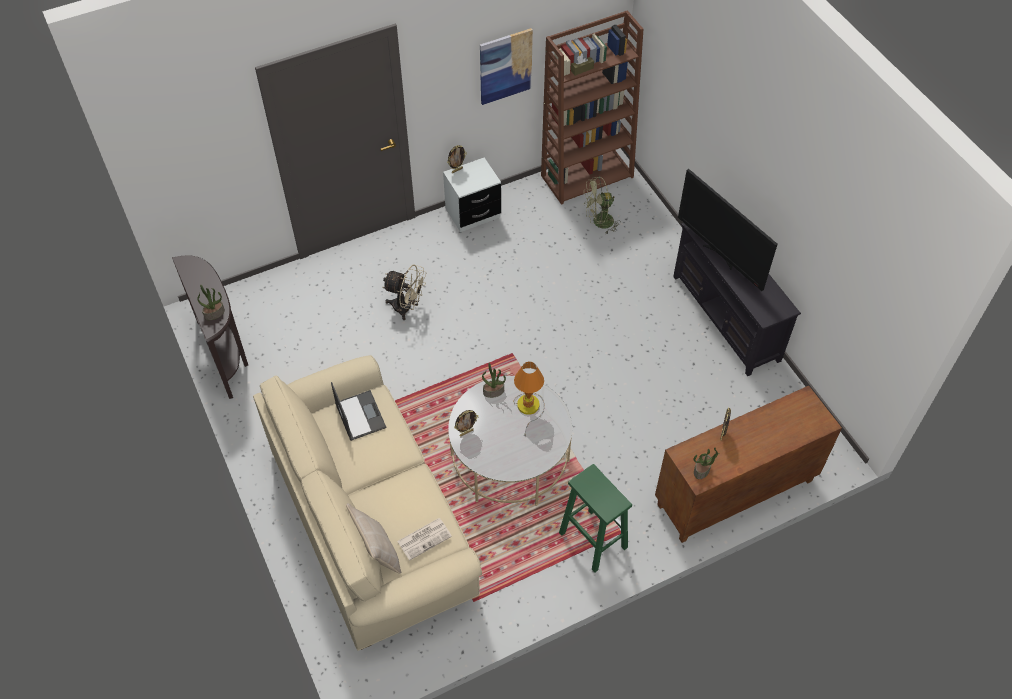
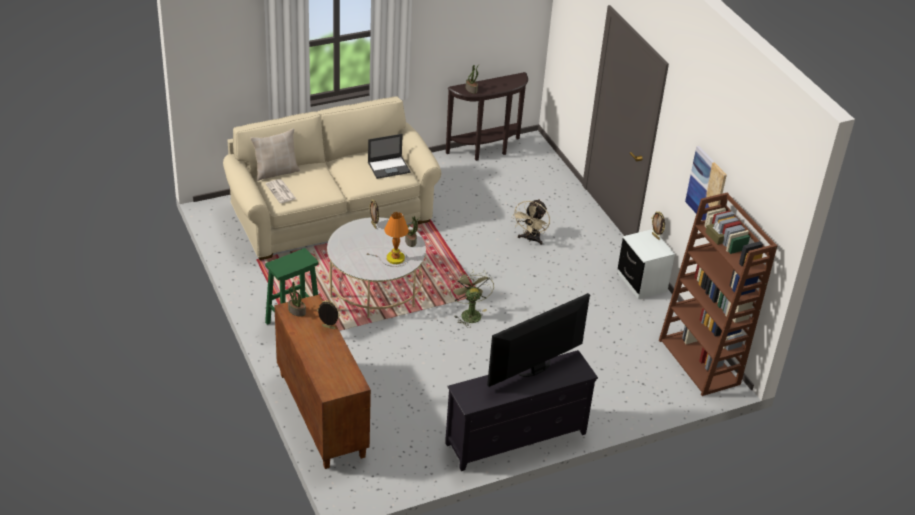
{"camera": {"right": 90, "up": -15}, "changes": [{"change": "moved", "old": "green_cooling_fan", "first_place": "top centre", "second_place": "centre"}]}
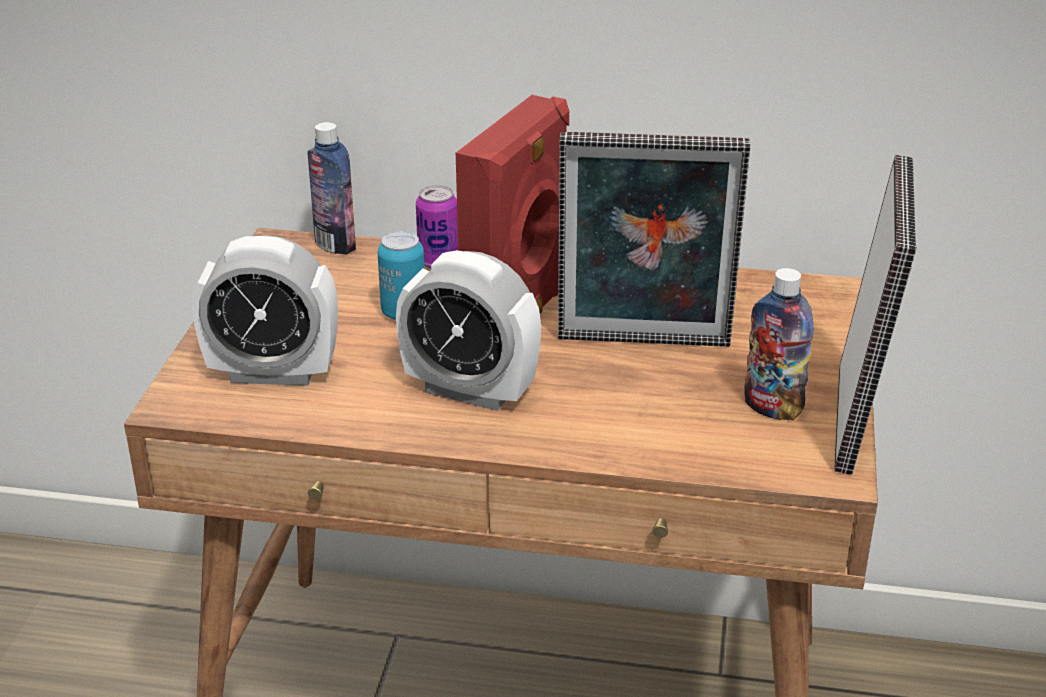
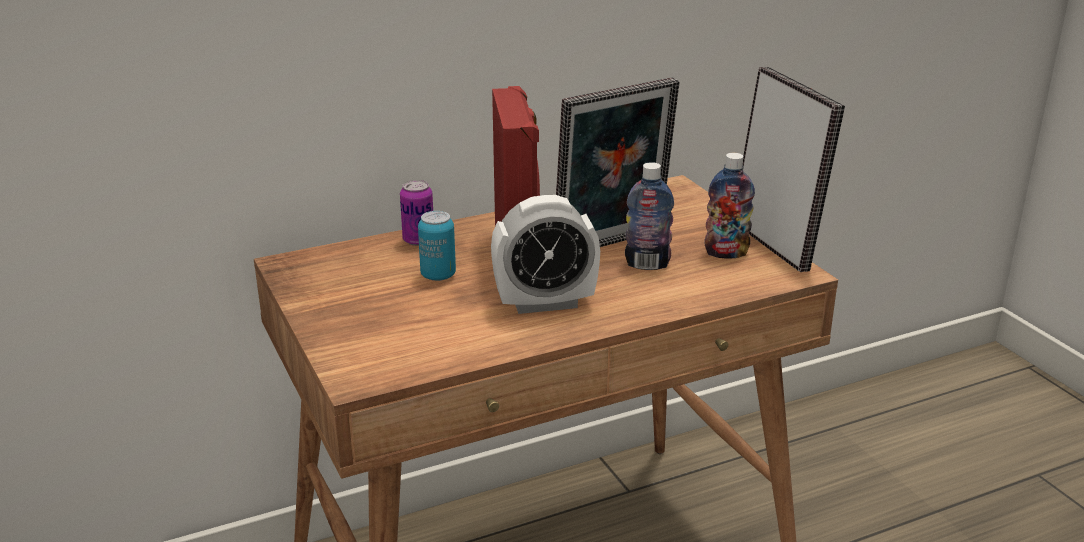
{"camera": {"right": -35, "up": -5}, "changes": [{"change": "removed", "old": "alarm_clock (1st from left)", "first_place": "middle left"}, {"change": "moved", "old": "beverage_bottle (1st from left)", "first_place": "top left", "second_place": "centre"}]}
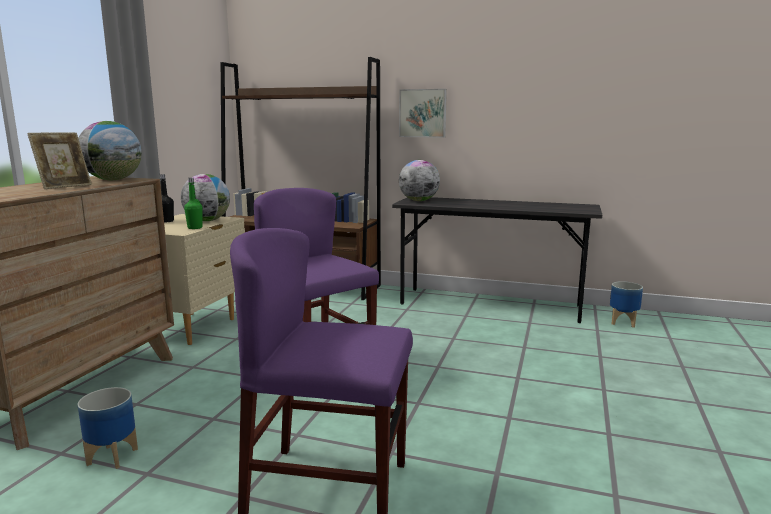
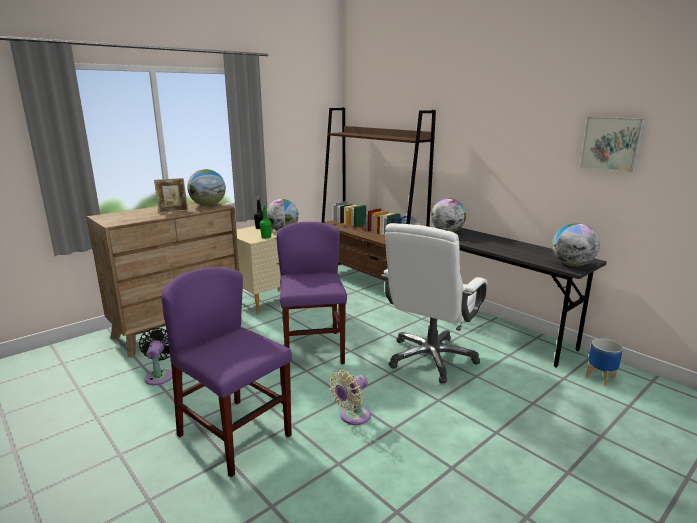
{"camera": {"right": 30, "up": 5}, "changes": [{"change": "added", "new": "beige-coloured_cooling_fan", "second_place": "bottom centre"}, {"change": "added", "new": "white-coloured_desk_chair", "second_place": "centre"}, {"change": "added", "new": "desk_globe (4th from left)", "second_place": "middle right"}, {"change": "moved", "old": "wall_art", "first_place": "top centre", "second_place": "top right"}, {"change": "replaced", "old": "planter (1st from left)", "new": "blackish_cooling_fan", "first_place": "bottom left", "second_place": "bottom left"}]}
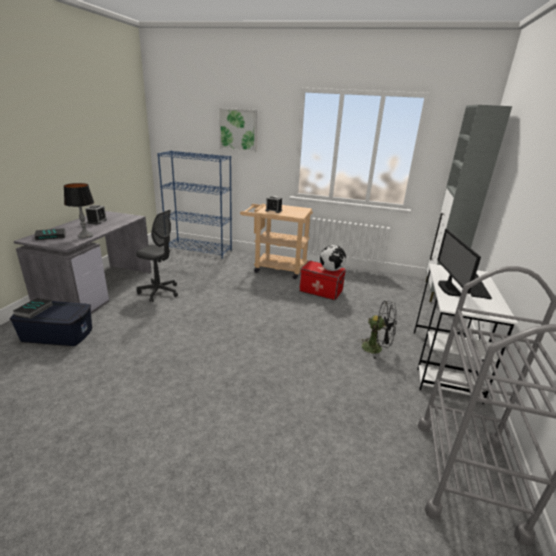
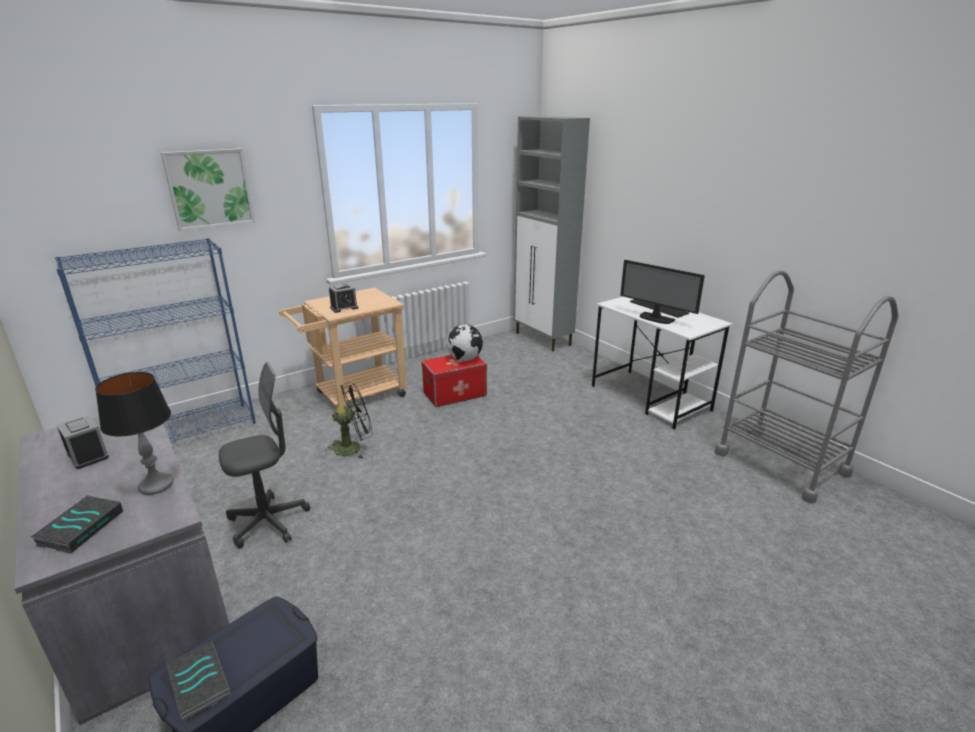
{"camera": {"right": -50, "up": 0}, "changes": [{"change": "moved", "old": "blackish_cooling_fan", "first_place": "middle right", "second_place": "centre"}]}
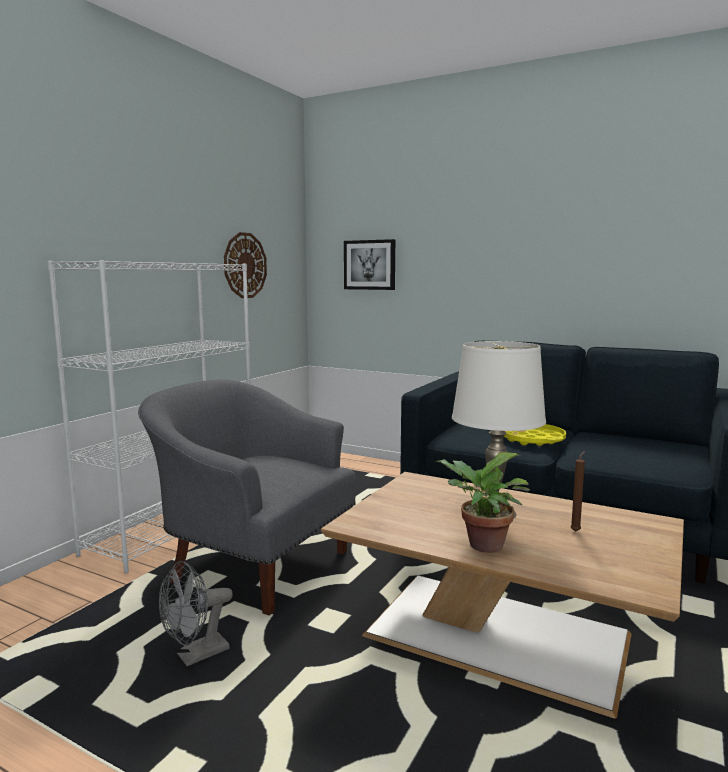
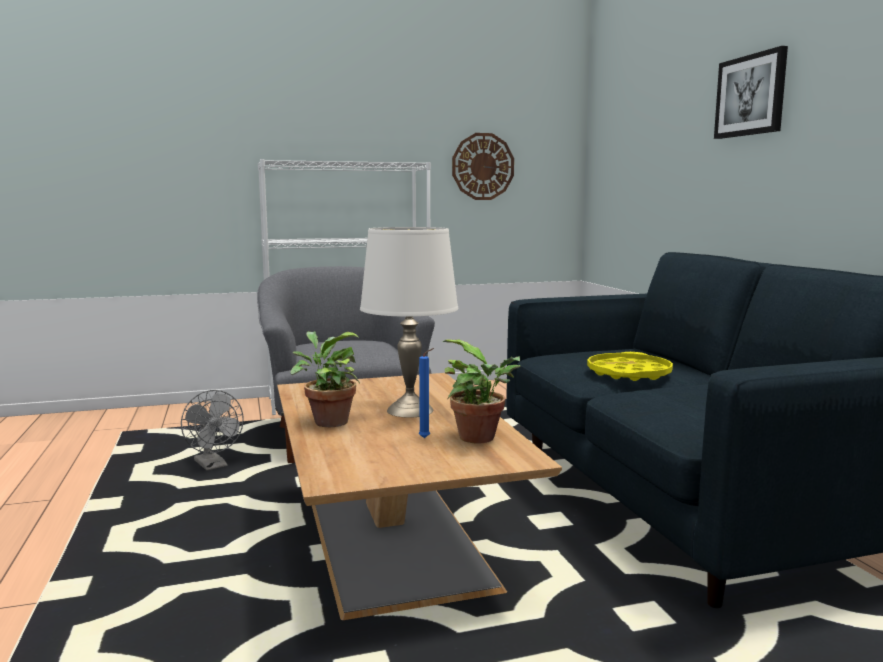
{"camera": {"right": 45, "up": 0}, "changes": [{"change": "added", "new": "plant_in_a_pot (2nd from left)", "second_place": "centre"}, {"change": "moved", "old": "wall_art", "first_place": "centre", "second_place": "top right"}, {"change": "recoloured", "old": "brownish_wax_light", "new": "blue_wax_light", "first_place": "middle right", "second_place": "centre"}, {"change": "turned", "old": "grey_cooling_fan", "first_place": "bottom left", "second_place": "middle left", "degrees": -135}]}
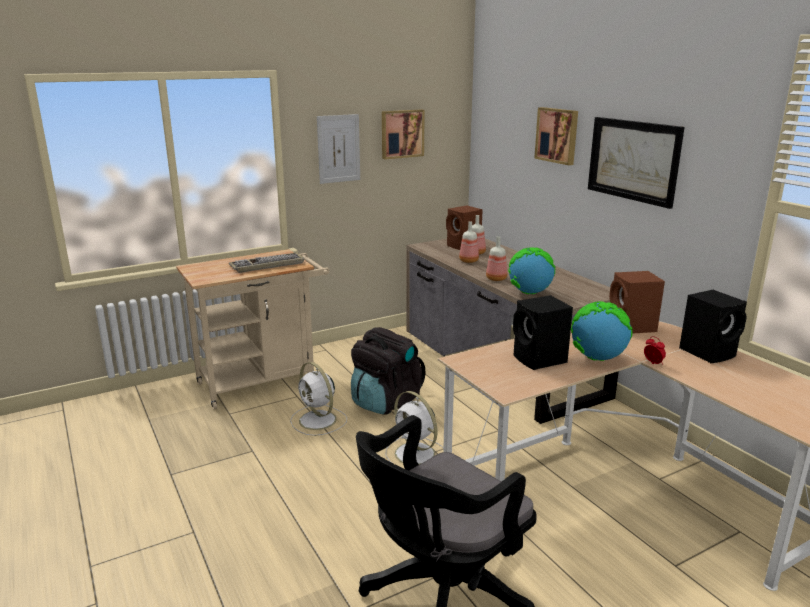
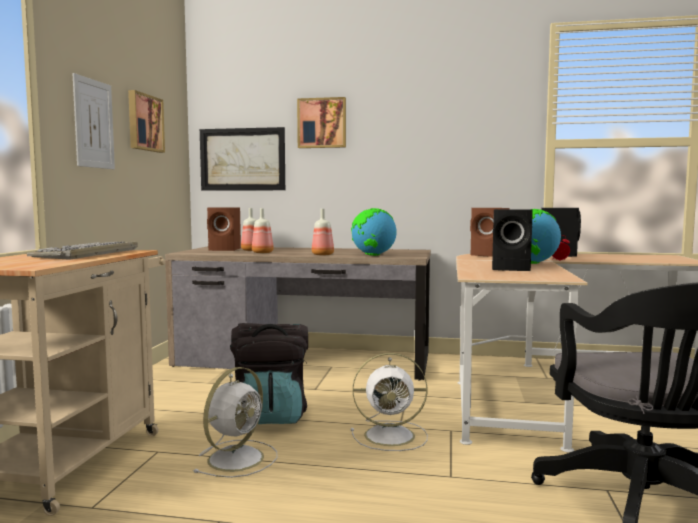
{"camera": {"right": -50, "up": -15}, "changes": [{"change": "moved", "old": "wall_art (4th from left in the first image)", "new": "wall_art (3rd from left)", "first_place": "top right", "second_place": "top centre"}, {"change": "turned", "old": "white-coloured_cooling_fan (1st from left)", "first_place": "centre", "second_place": "bottom centre", "degrees": -60}]}
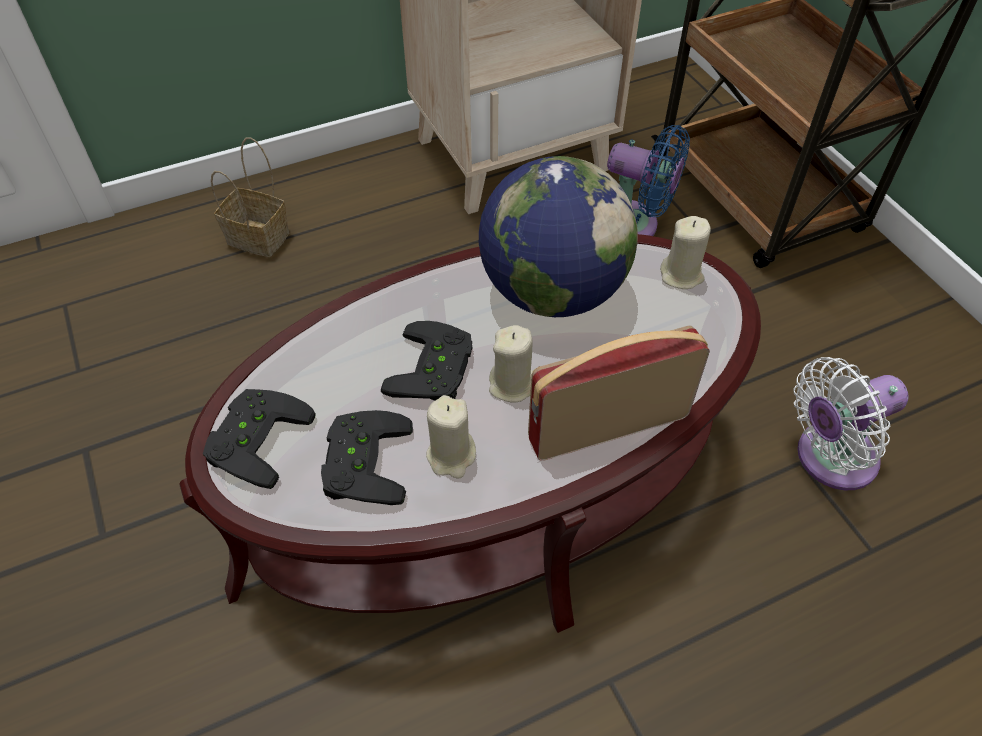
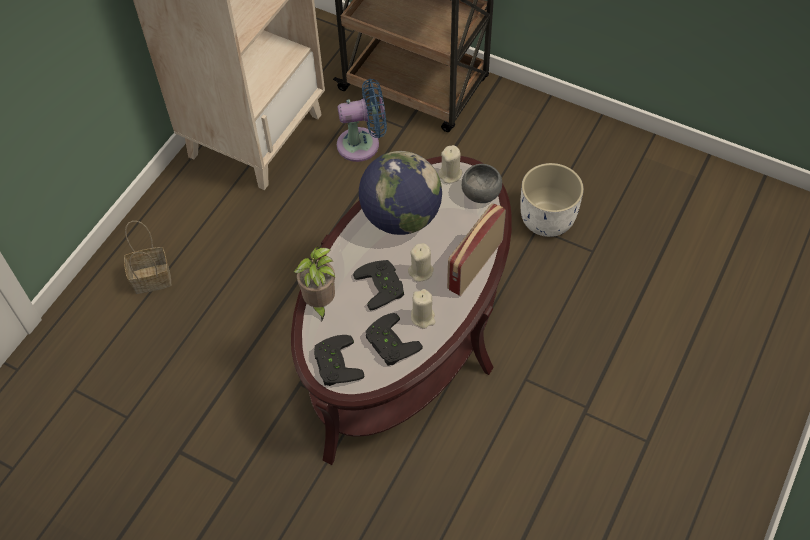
{"camera": {"right": -35, "up": 5}, "changes": [{"change": "added", "new": "plant_in_a_pot", "second_place": "centre"}, {"change": "added", "new": "grey_bowl", "second_place": "centre"}, {"change": "replaced", "old": "white-coloured_cooling_fan", "new": "white-coloured_planter", "first_place": "middle right", "second_place": "middle right"}]}
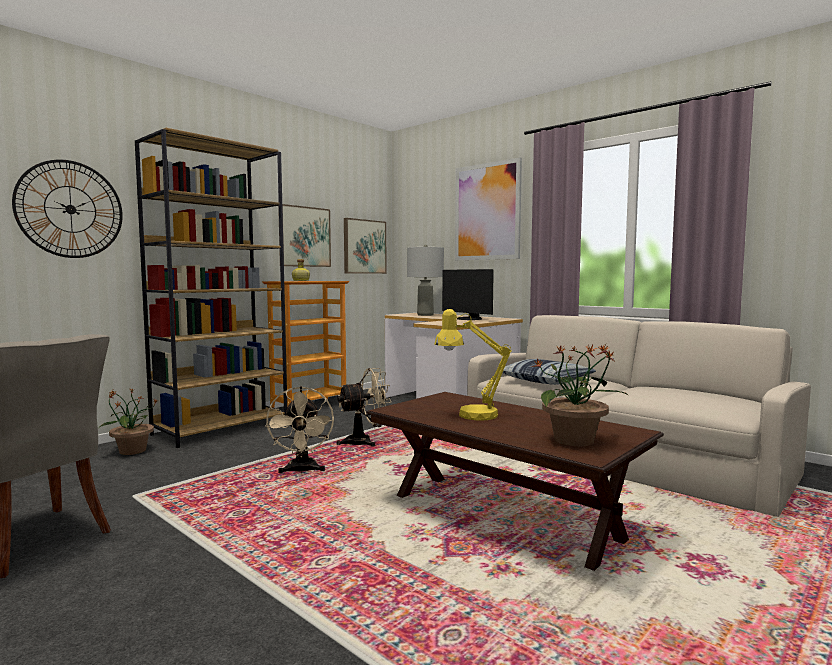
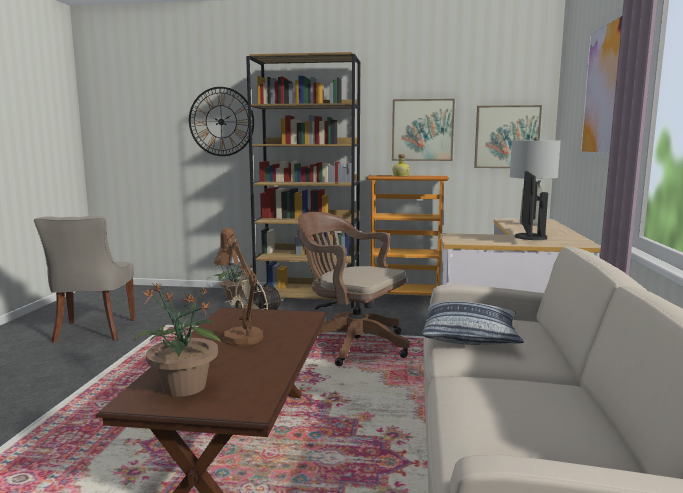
{"camera": {"right": 55, "up": 5}, "changes": [{"change": "replaced", "old": "beige-coloured_cooling_fan (2nd from left)", "new": "brownish_desk_chair", "first_place": "centre", "second_place": "centre"}, {"change": "recoloured", "old": "yellow_lamp_for_a_table", "new": "brownish_lamp_for_a_table", "first_place": "centre", "second_place": "centre"}]}
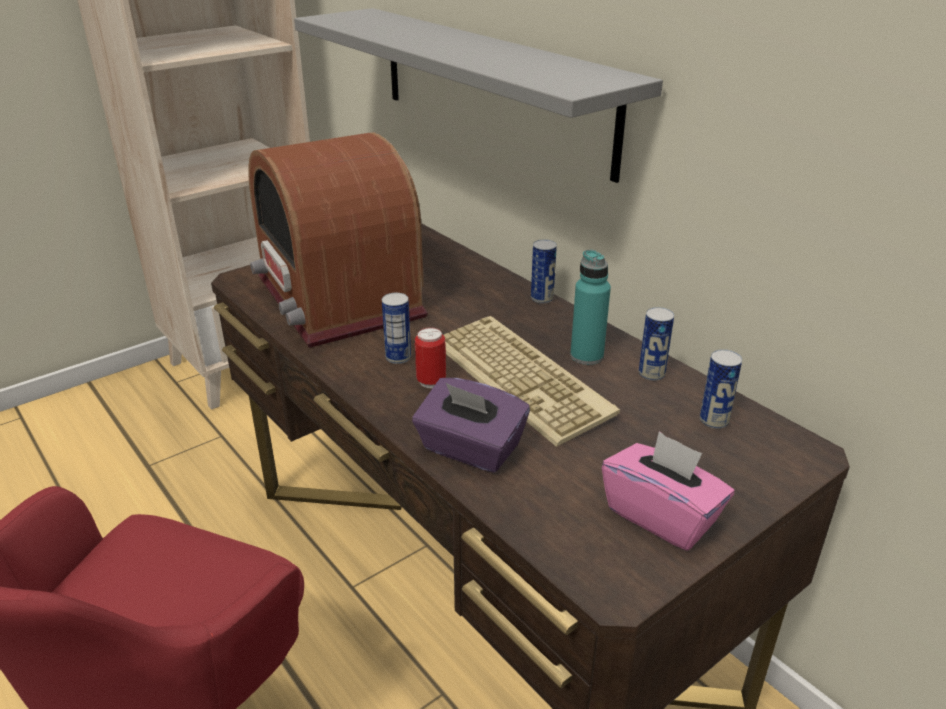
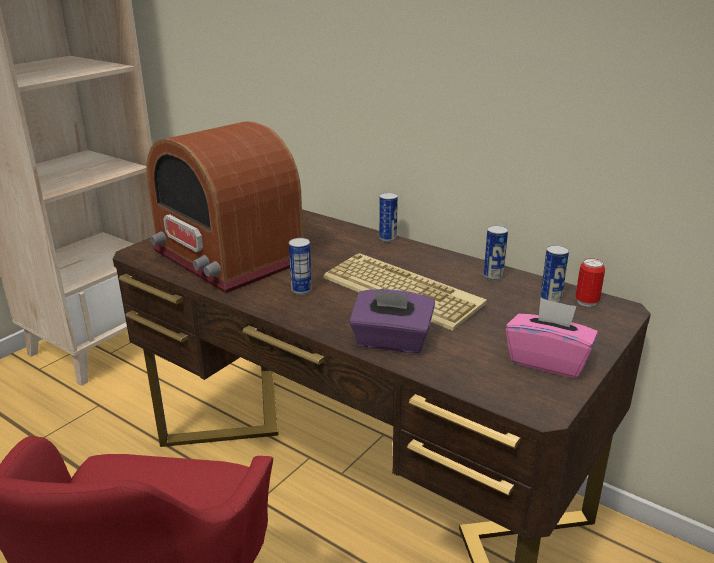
{"camera": {"right": -15, "up": -5}, "changes": [{"change": "removed", "old": "grey_bracket_shelf", "first_place": "top centre"}, {"change": "removed", "old": "turquoise-coloured_beverage_bottle", "first_place": "centre"}, {"change": "moved", "old": "sealed_can (2nd from left in the first image)", "new": "sealed_can (5th from left)", "first_place": "centre", "second_place": "middle right"}]}
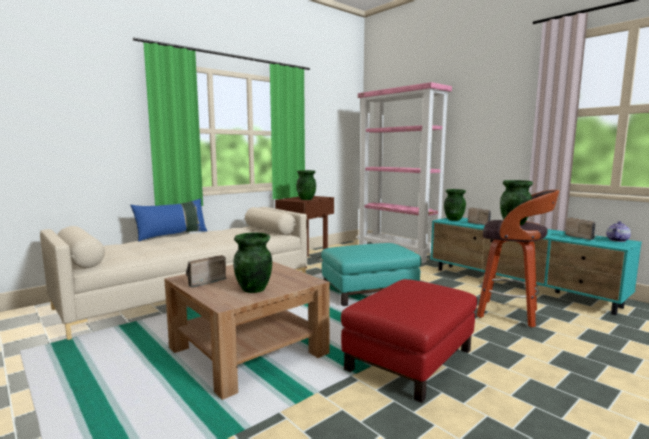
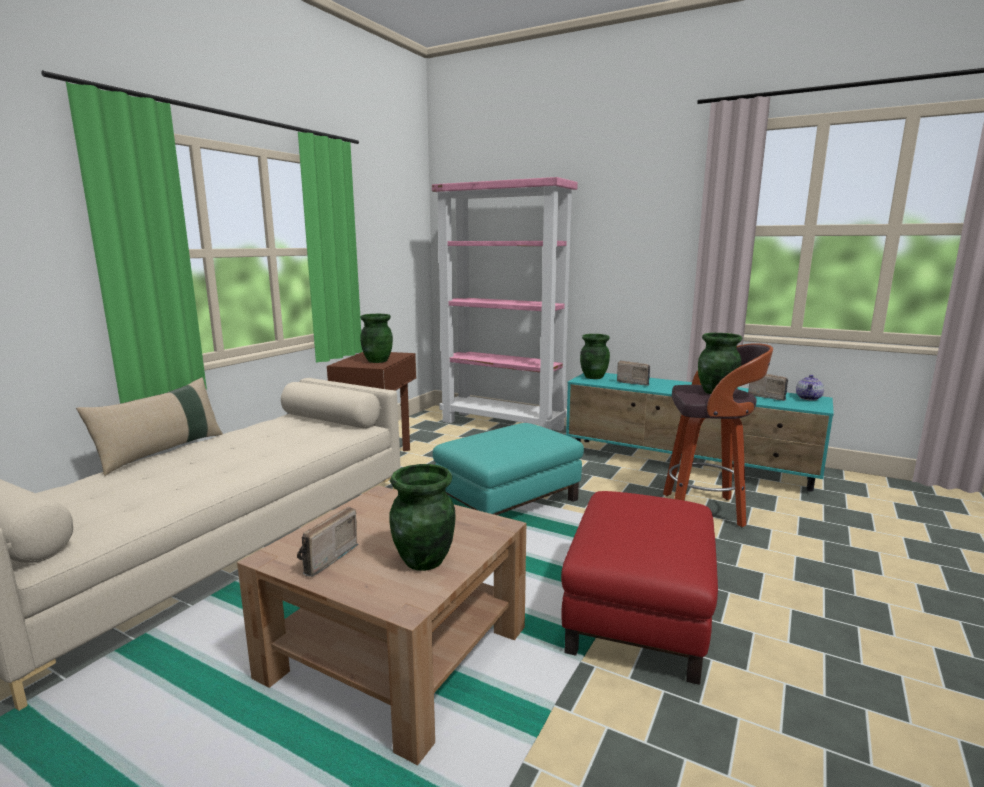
{"camera": {"right": -20, "up": 5}, "changes": [{"change": "recoloured", "old": "blue_throw_pillow", "new": "beige-coloured_throw_pillow", "first_place": "middle left", "second_place": "middle left"}]}
